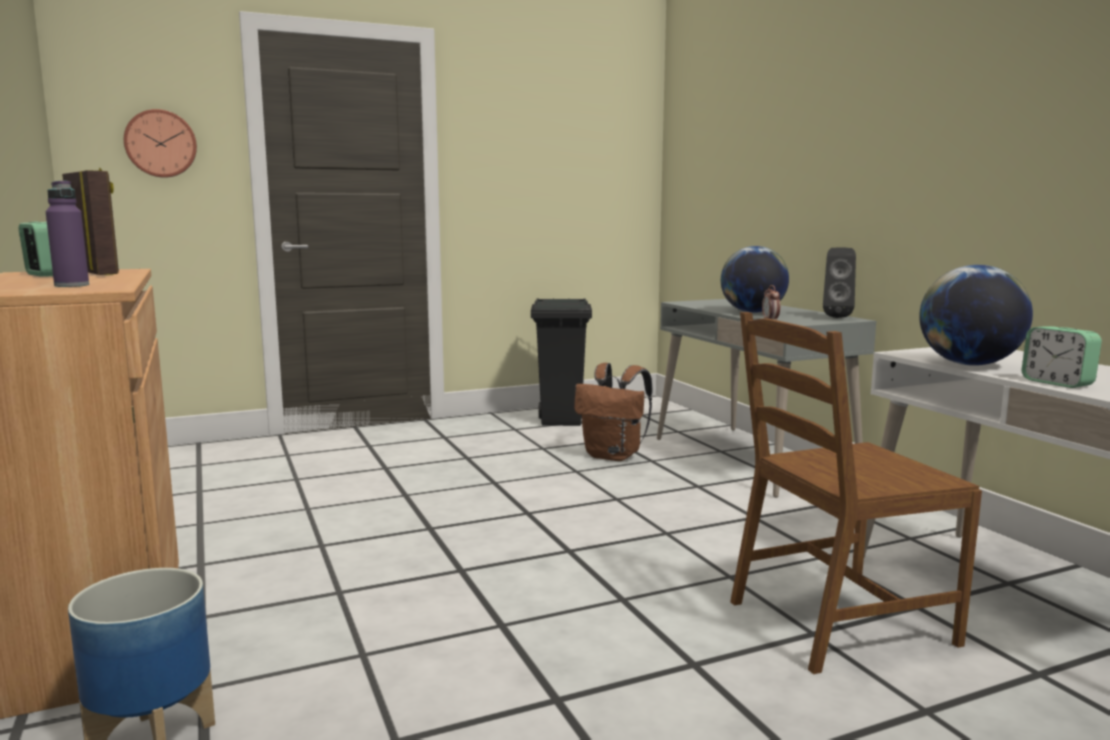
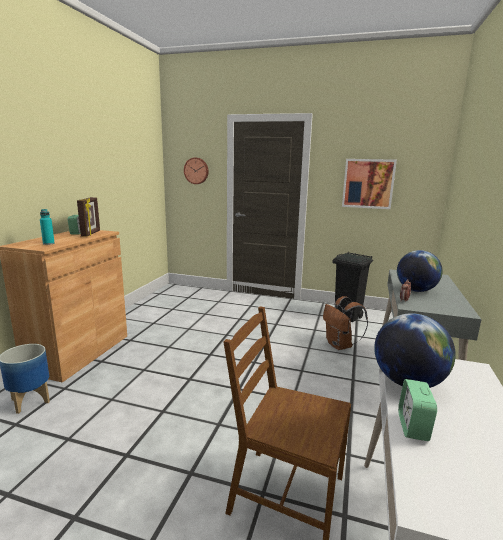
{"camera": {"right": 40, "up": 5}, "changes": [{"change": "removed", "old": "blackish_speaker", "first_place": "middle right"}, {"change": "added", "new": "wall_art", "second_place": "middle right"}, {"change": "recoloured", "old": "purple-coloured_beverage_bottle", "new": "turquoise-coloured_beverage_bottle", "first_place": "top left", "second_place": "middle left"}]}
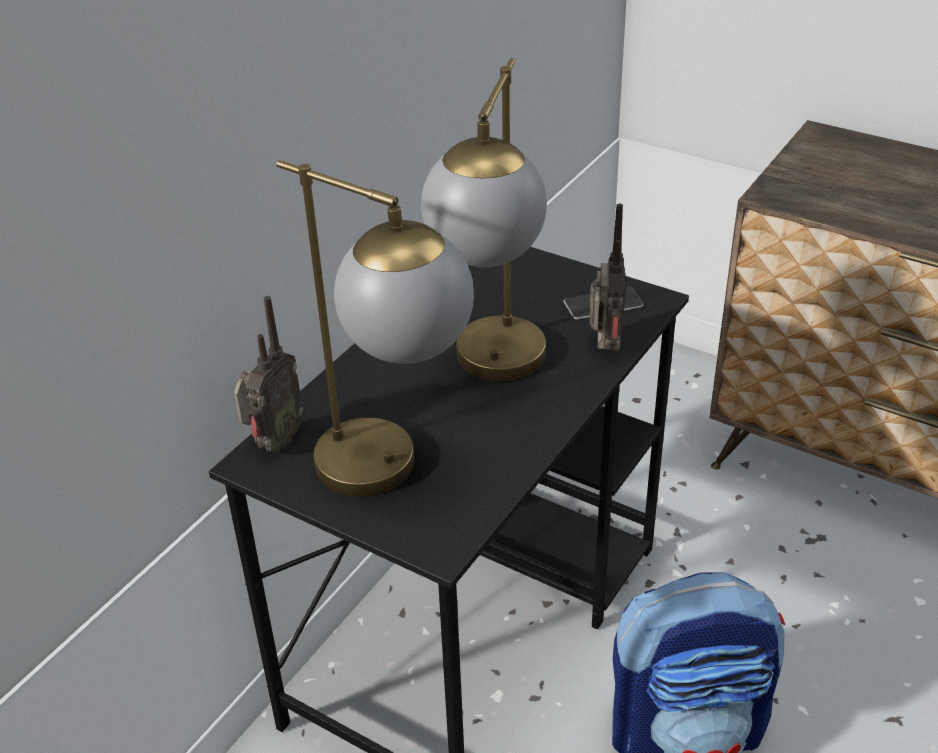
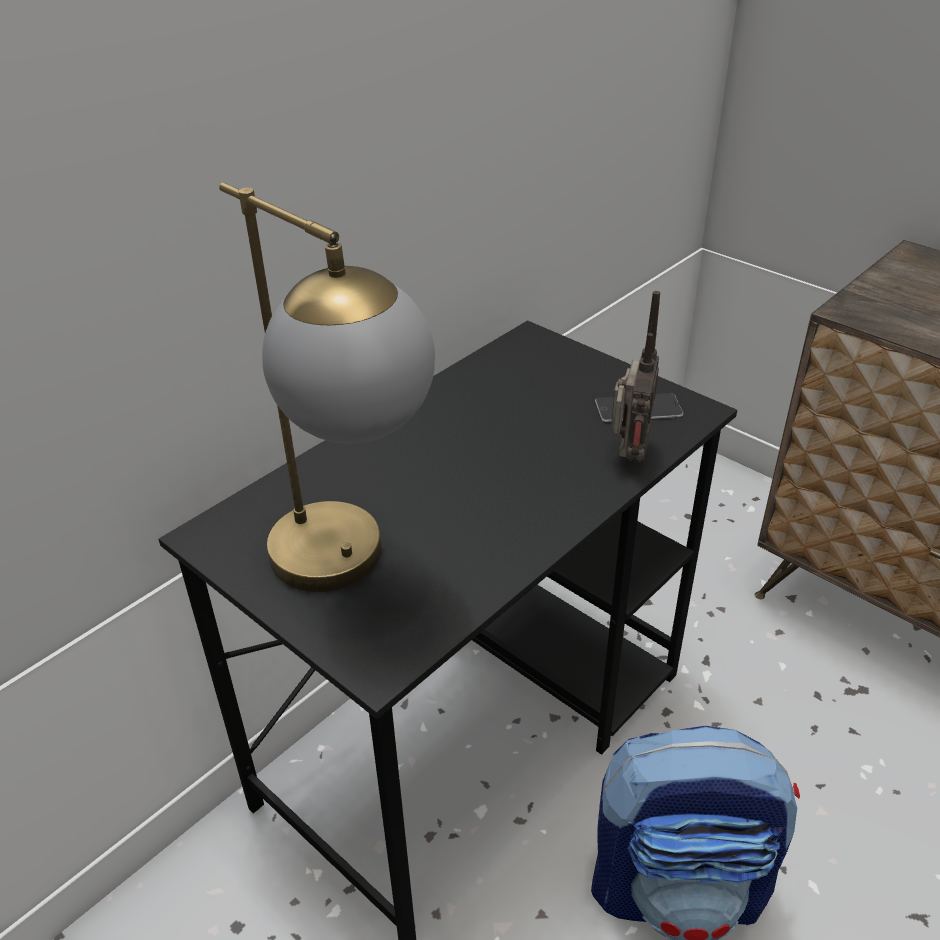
{"camera": {"right": 10, "up": 0}, "changes": [{"change": "removed", "old": "radio (1st from left)", "first_place": "middle left"}, {"change": "removed", "old": "lamp_for_a_table (2nd from left)", "first_place": "top centre"}]}
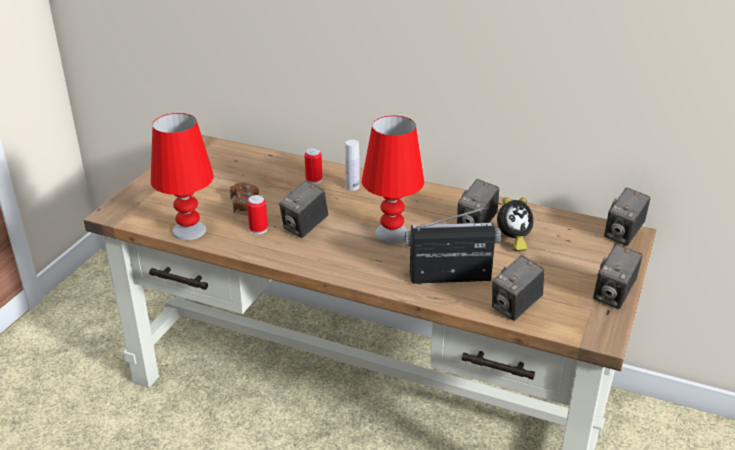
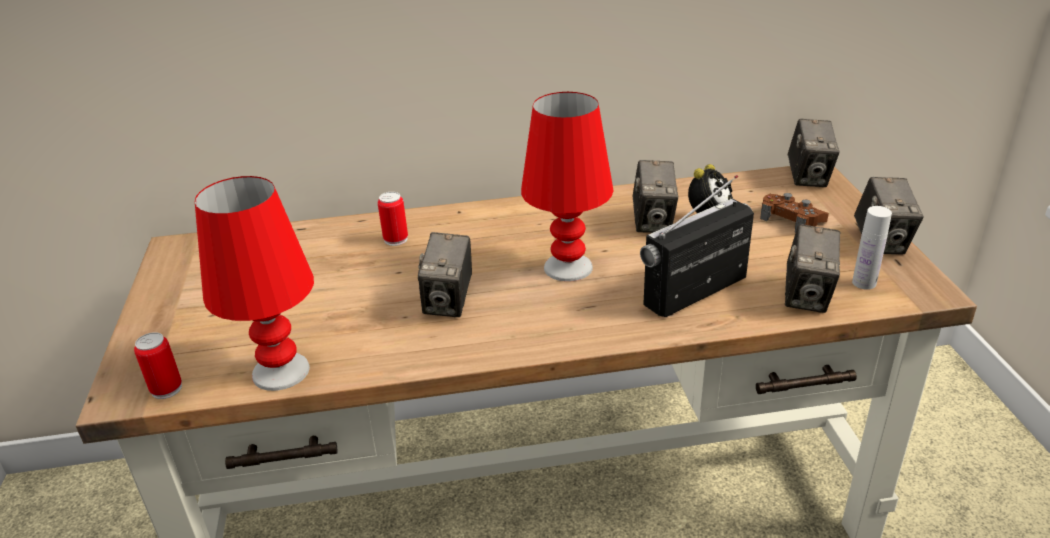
{"camera": {"right": -30, "up": 0}, "changes": [{"change": "moved", "old": "brownish_joypad", "first_place": "middle left", "second_place": "middle right"}, {"change": "moved", "old": "sealed_can (1st from left)", "first_place": "centre", "second_place": "bottom left"}, {"change": "moved", "old": "white-coloured_beverage_bottle", "first_place": "centre", "second_place": "middle right"}]}
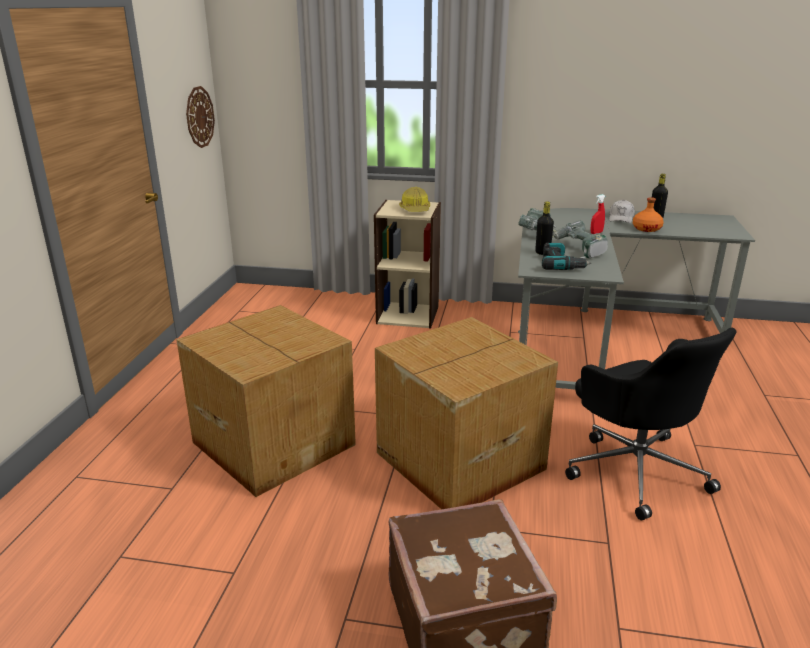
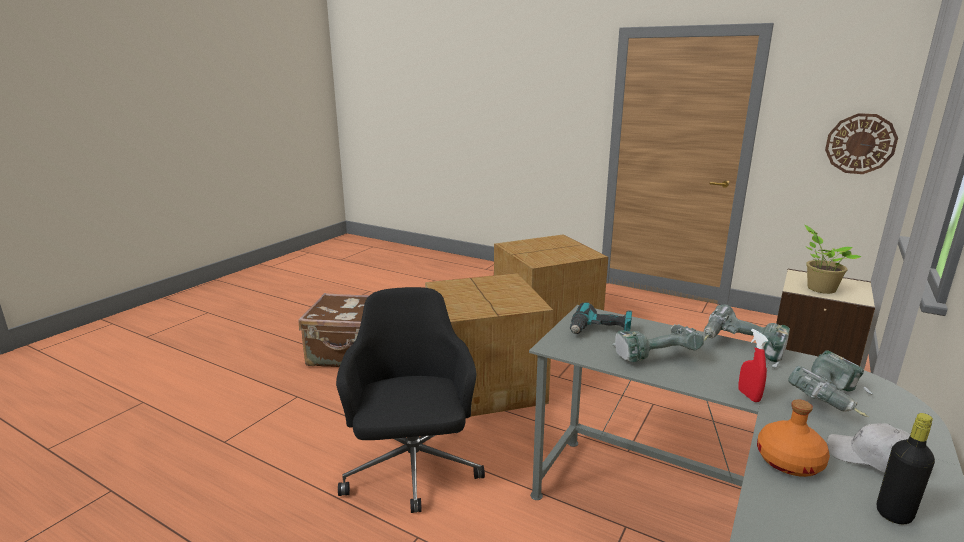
{"camera": {"right": 110, "up": -5}, "changes": [{"change": "removed", "old": "blackish_beverage_bottle (1st from left)", "first_place": "middle right"}, {"change": "added", "new": "drill (4th from left)", "second_place": "bottom right"}, {"change": "replaced", "old": "work_helmet", "new": "plant_in_a_pot", "first_place": "top centre", "second_place": "middle right"}, {"change": "turned", "old": "blackish_desk_chair", "first_place": "middle right", "second_place": "bottom centre", "degrees": 90}]}
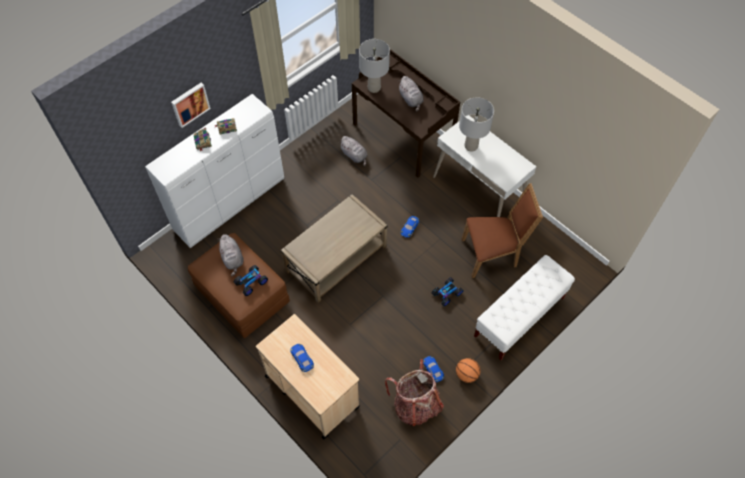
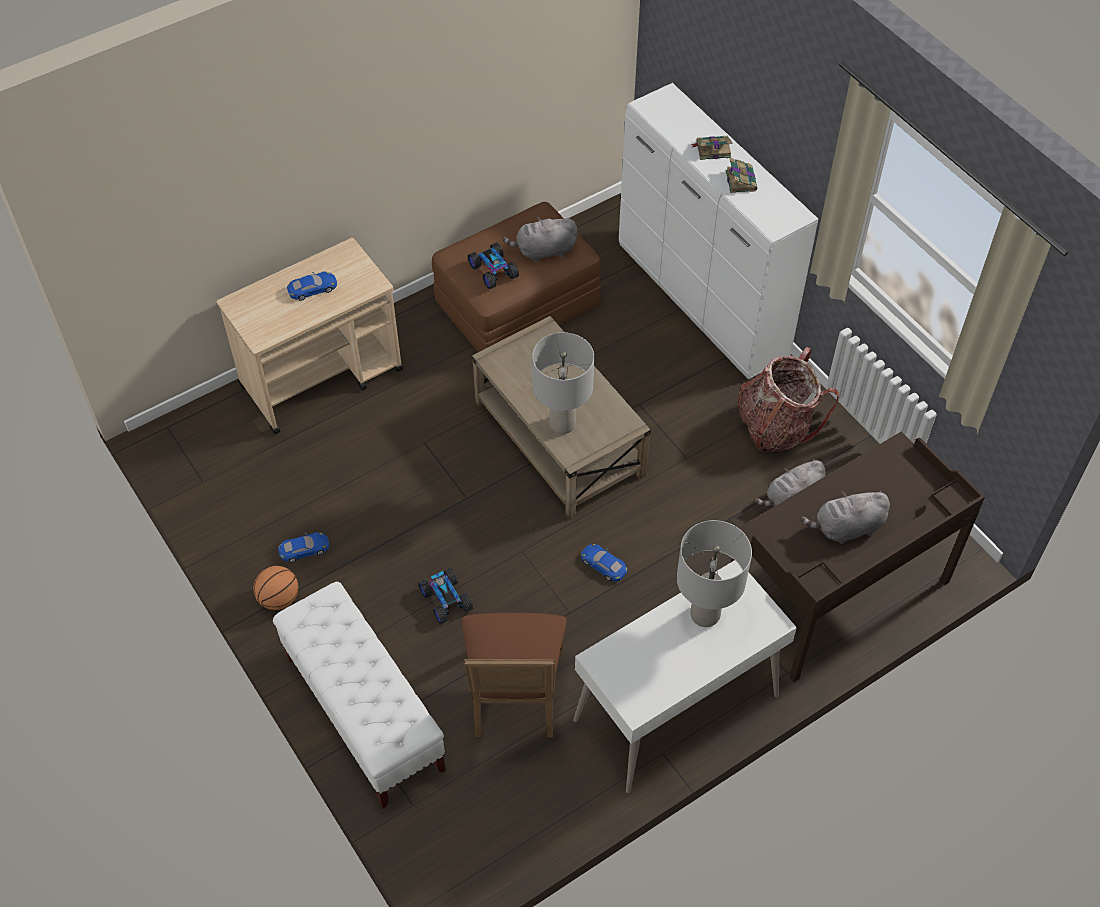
{"camera": {"right": 100, "up": -5}, "changes": [{"change": "removed", "old": "wall_art", "first_place": "top left"}, {"change": "moved", "old": "grey_lamp_for_a_table (1st from left)", "first_place": "top centre", "second_place": "centre"}, {"change": "moved", "old": "rucksack", "first_place": "bottom centre", "second_place": "middle right"}]}
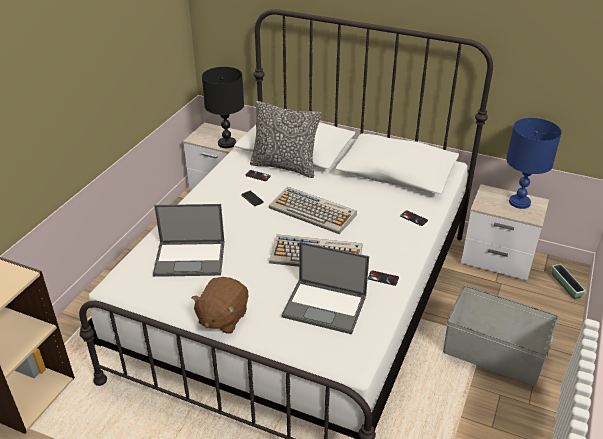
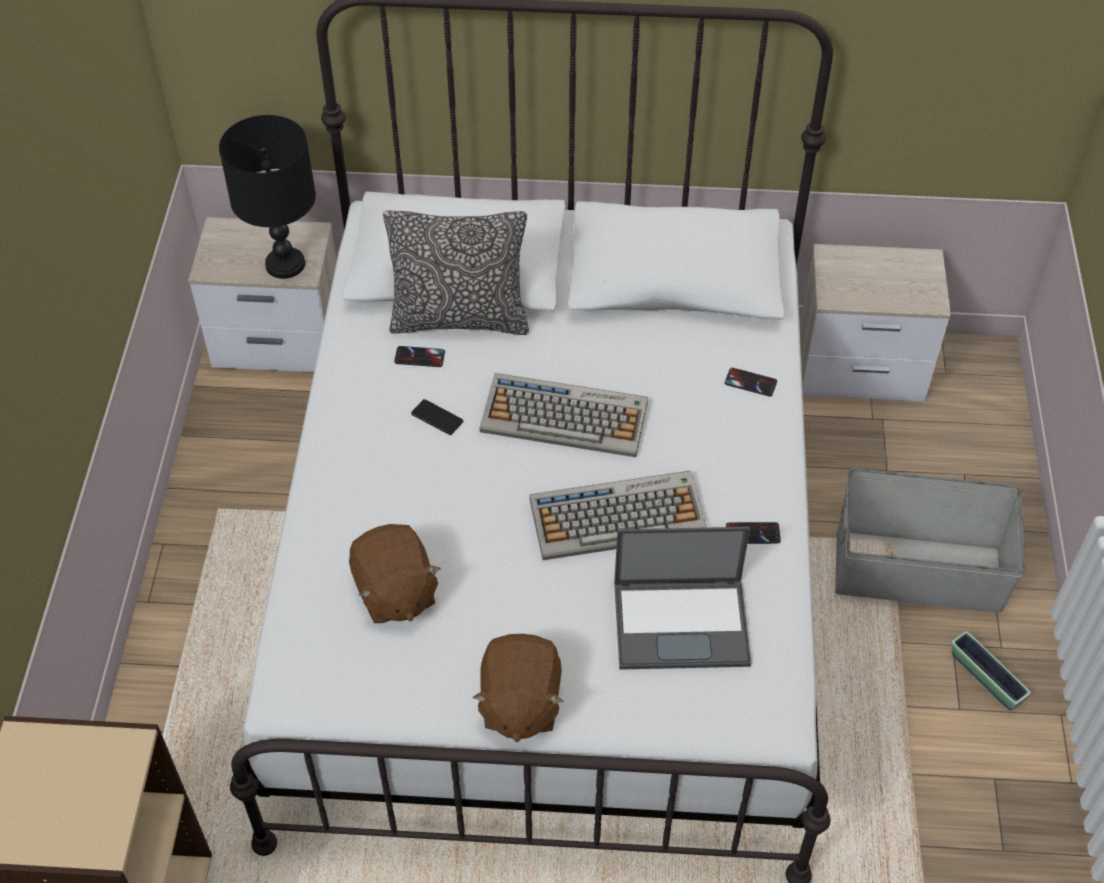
{"camera": {"right": -20, "up": 15}, "changes": [{"change": "removed", "old": "blue_lamp_for_a_table", "first_place": "middle right"}, {"change": "moved", "old": "planter", "first_place": "middle right", "second_place": "bottom right"}, {"change": "replaced", "old": "portable_computer (1st from left)", "new": "brownish_plush_toy (1st from left)", "first_place": "middle left", "second_place": "centre"}]}
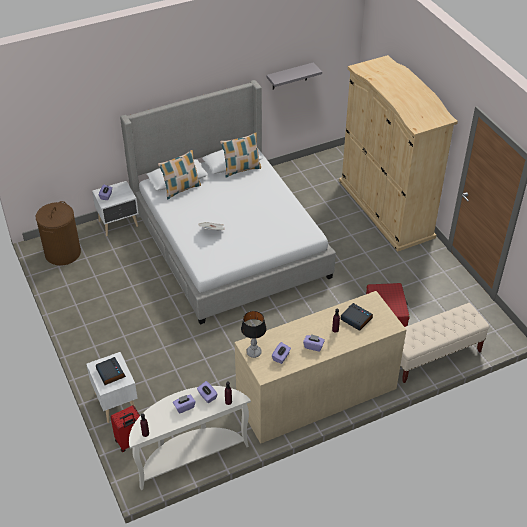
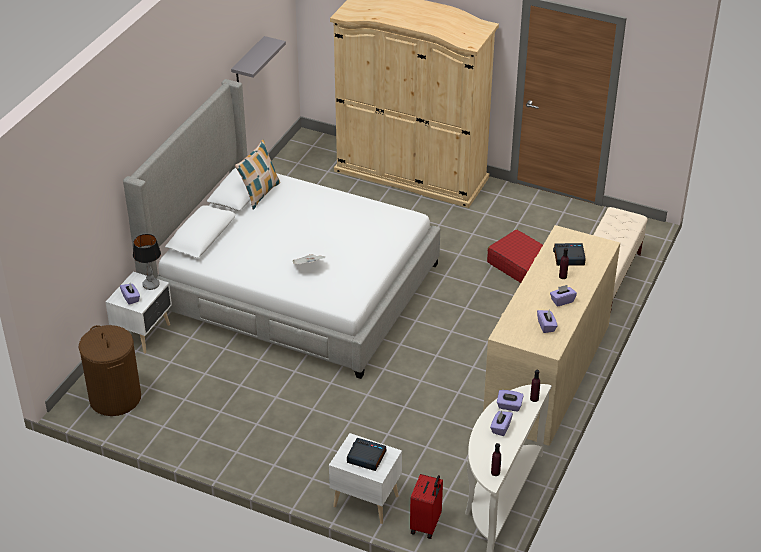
{"camera": {"right": -40, "up": -5}, "changes": [{"change": "removed", "old": "throw_pillow (1st from left)", "first_place": "top centre"}, {"change": "moved", "old": "lamp_for_a_table", "first_place": "centre", "second_place": "middle left"}]}
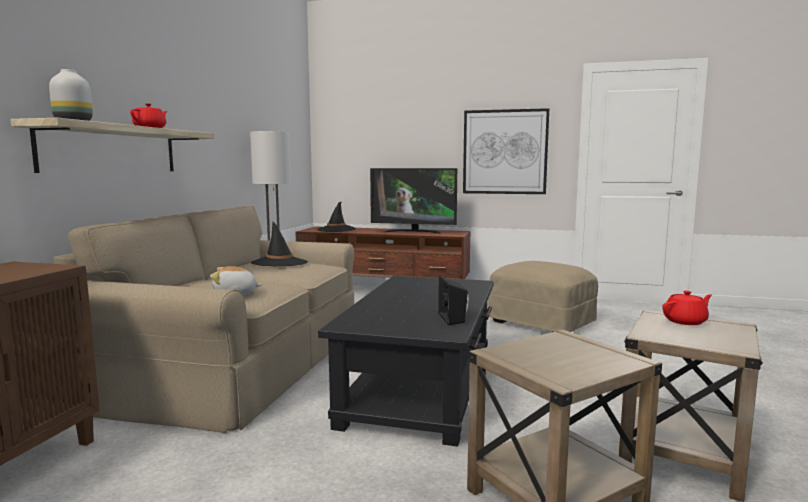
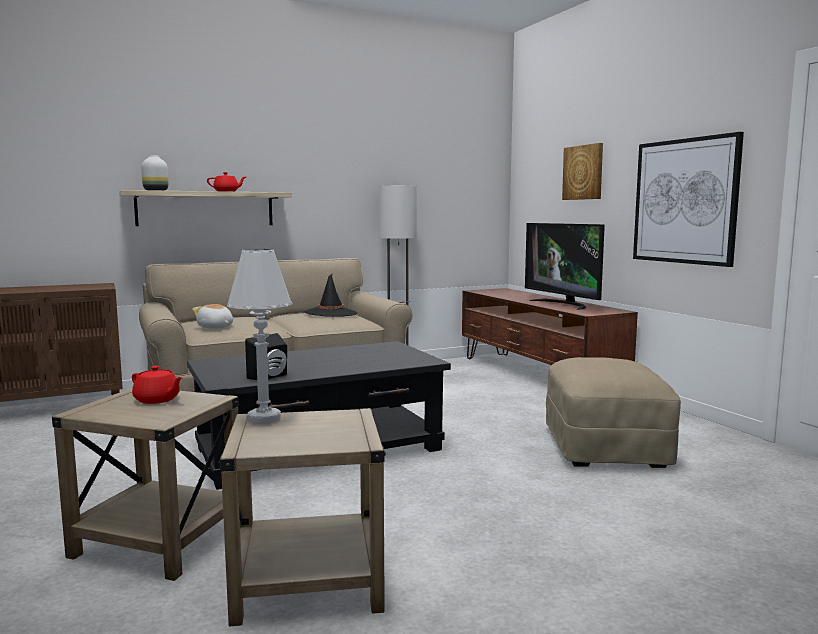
{"camera": {"right": 50, "up": 0}, "changes": [{"change": "removed", "old": "blackish_clothing_hat (2nd from left)", "first_place": "centre"}, {"change": "added", "new": "white-coloured_lamp_for_a_table", "second_place": "middle left"}, {"change": "added", "new": "wall_art (1st from left)", "second_place": "top right"}, {"change": "moved", "old": "red_tea_pot (2nd from left in the first image)", "new": "red_tea_pot (1st from left)", "first_place": "middle right", "second_place": "middle left"}]}
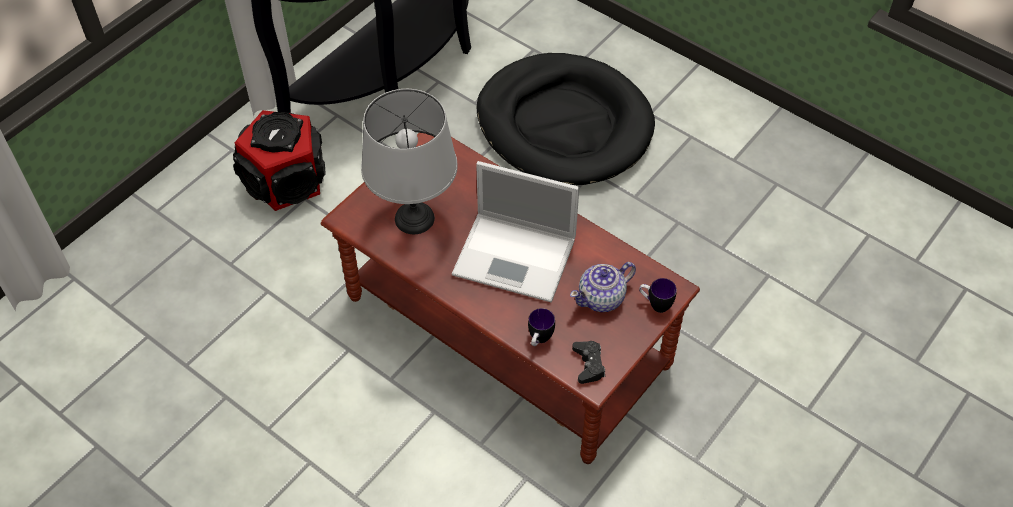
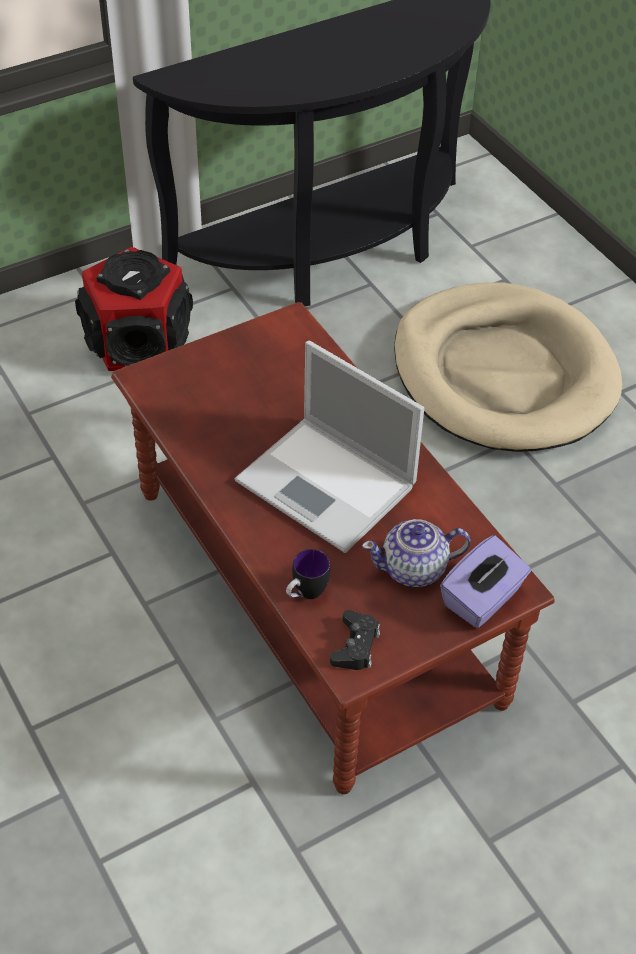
{"camera": {"right": 20, "up": -5}, "changes": [{"change": "removed", "old": "grey_lamp_for_a_table", "first_place": "top centre"}, {"change": "replaced", "old": "tea_mug (2nd from left)", "new": "purple-coloured_box_of_tissues", "first_place": "centre", "second_place": "middle right"}, {"change": "recoloured", "old": "blackish_pet_bed", "new": "beige-coloured_pet_bed", "first_place": "top centre", "second_place": "middle right"}]}
